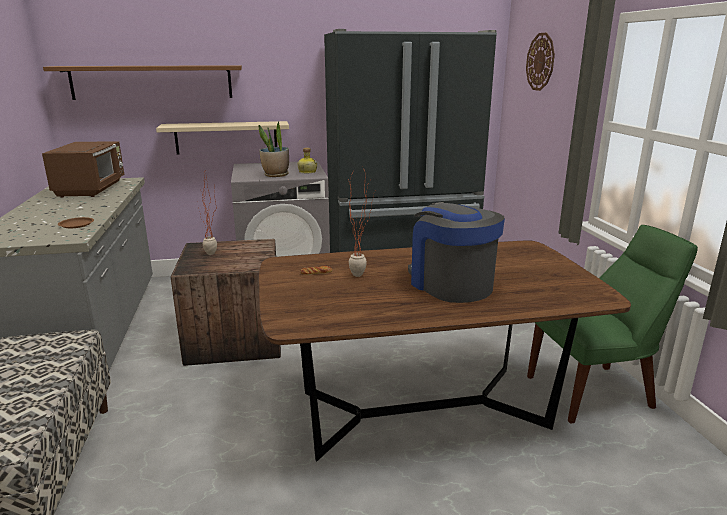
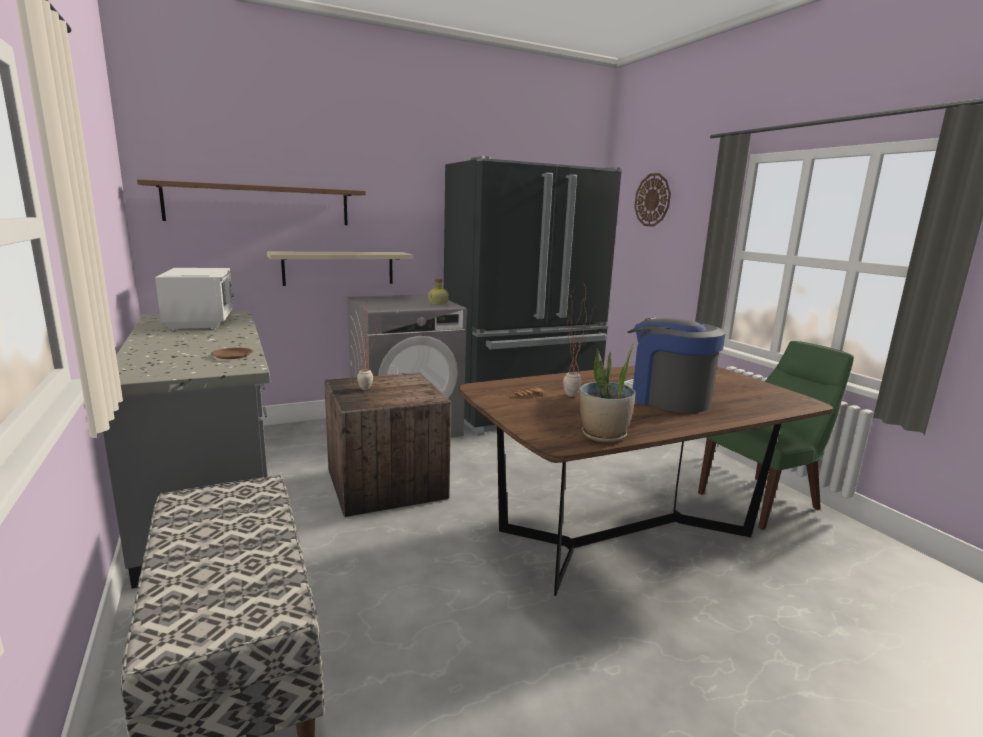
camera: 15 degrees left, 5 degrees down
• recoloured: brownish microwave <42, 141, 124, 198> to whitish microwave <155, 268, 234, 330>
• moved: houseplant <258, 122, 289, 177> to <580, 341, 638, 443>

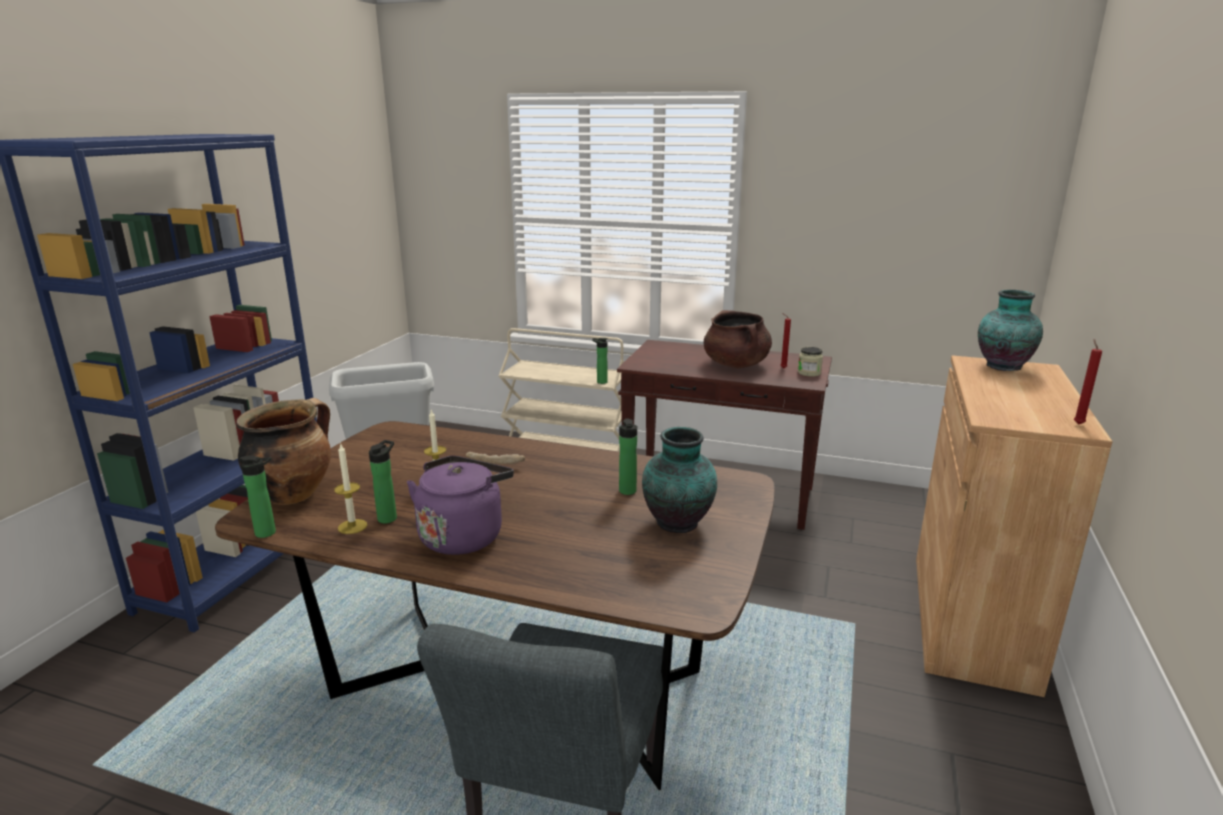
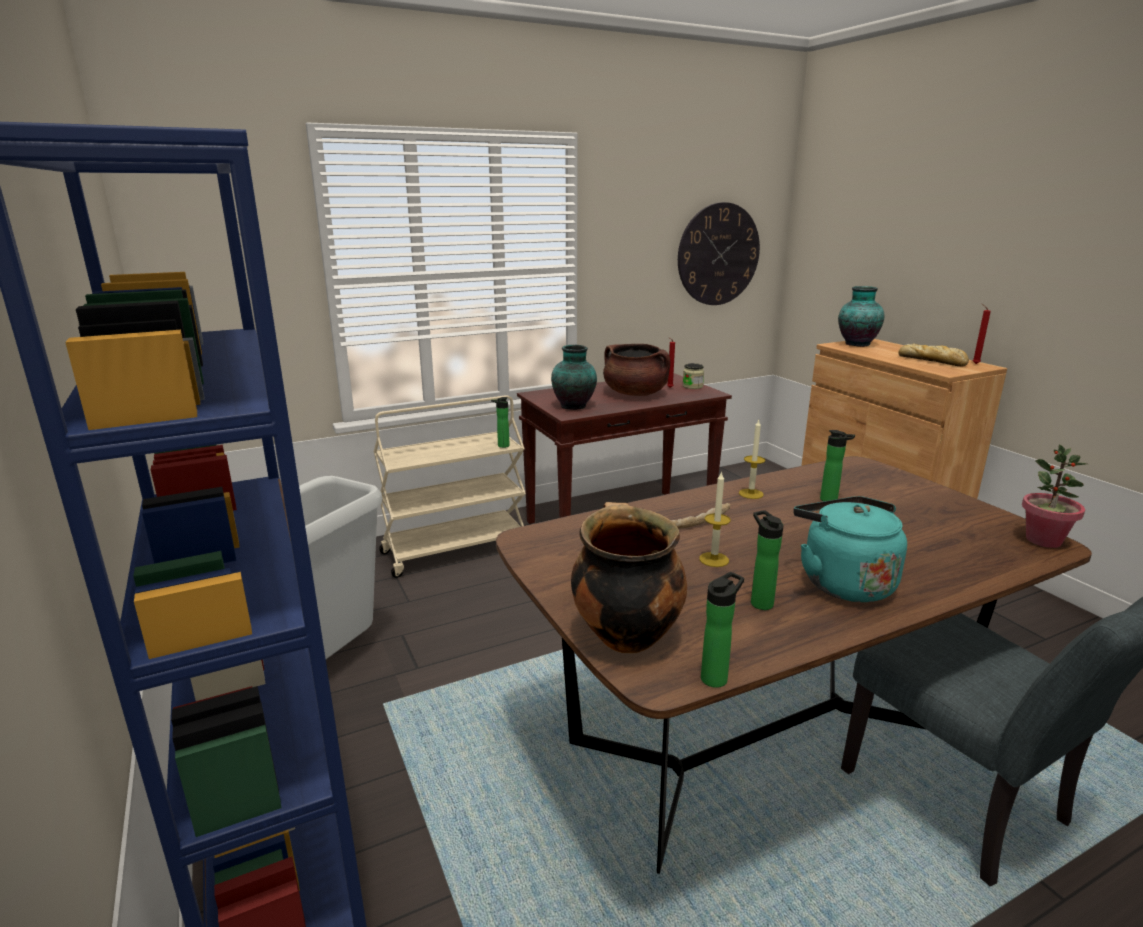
camera: 45 degrees left, 0 degrees up
• moved: vase <642, 427, 717, 533> to <551, 345, 597, 410>
• added: clock on the wall <678, 202, 760, 305>
• moved: wax light <334, 444, 367, 534> to <739, 420, 765, 499>
• recoloured: purple water kettle <407, 456, 514, 555> to turquoise water kettle <793, 496, 907, 602>
• added: baked bread <898, 344, 969, 366>
• added: houseplant <1022, 444, 1087, 548>

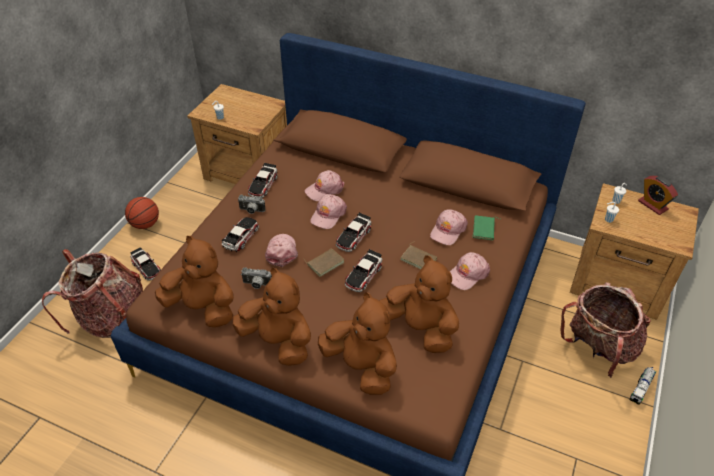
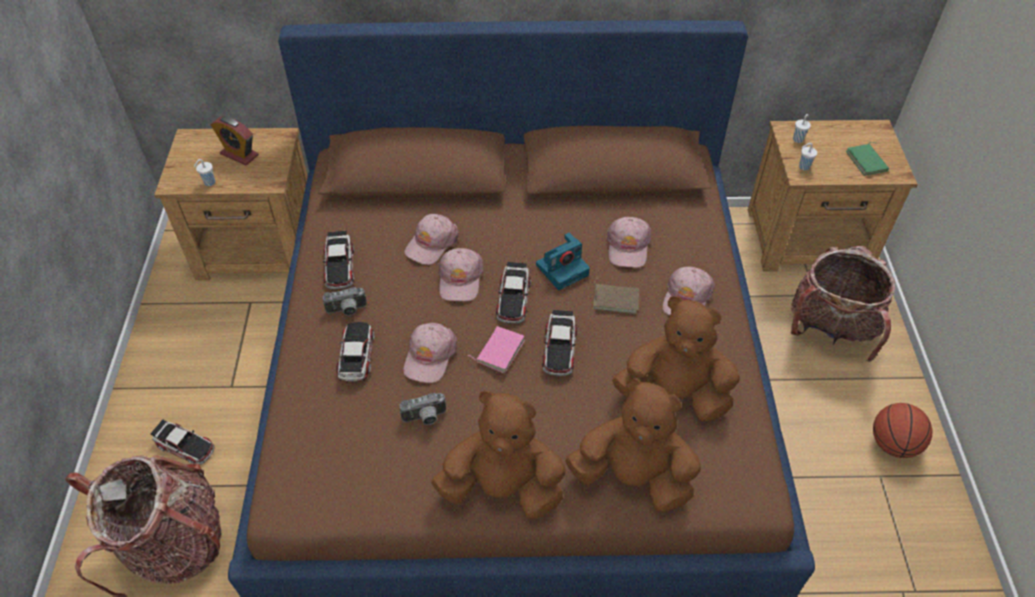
camera: 25 degrees left, 5 degrees up
• moved: alarm clock <638, 176, 678, 215> to <211, 116, 259, 166>
• turned: pink baseball cap <265, 234, 298, 267> = <403, 323, 457, 383> 135 degrees counterclockwise
• recoloured: brownish volume <303, 248, 344, 277> to pink volume <467, 326, 525, 373>
• added: photo camera <536, 232, 590, 290>
• moved: green volume <473, 215, 500, 240> to <846, 142, 889, 176>
• moved: ball for basketball <125, 197, 159, 229> to <873, 403, 933, 458>
• removed: brownish cuddly toy <155, 236, 234, 328>
• removed: model truck <630, 367, 656, 405>

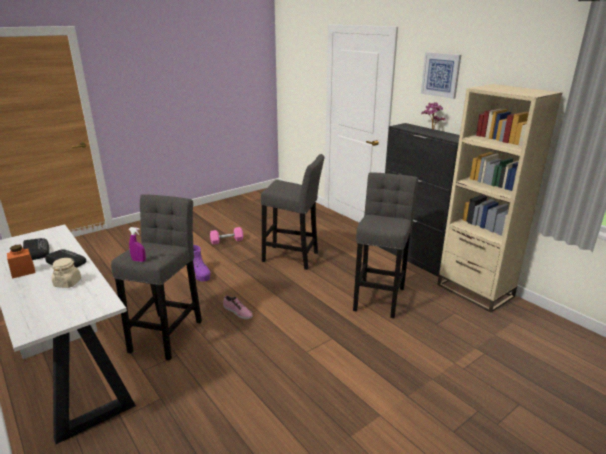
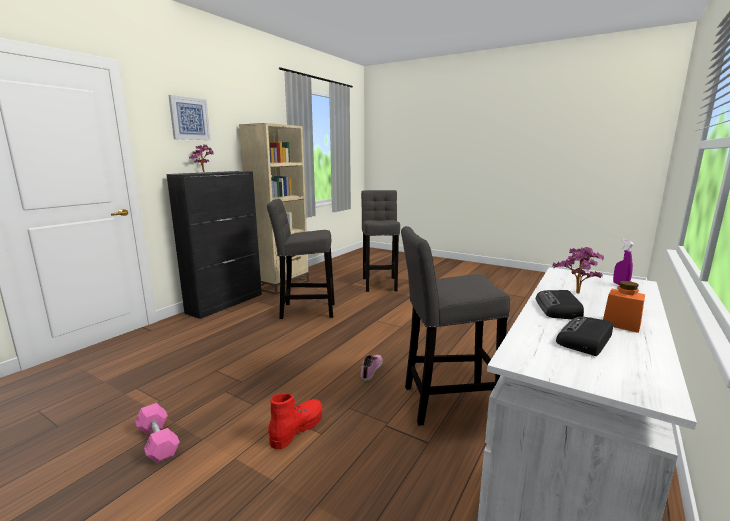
camera: 110 degrees left, 10 degrees down
• recoloured: purple boot <193, 245, 211, 281> to red boot <268, 393, 322, 449>
• moved: gray stool <261, 154, 324, 270> to <361, 190, 400, 292>
• replaced: beige-coloured storage jar <51, 258, 81, 288> to houseplant <552, 247, 604, 294>
• moved: purple spray bottle <129, 227, 146, 262> to <613, 240, 634, 286>

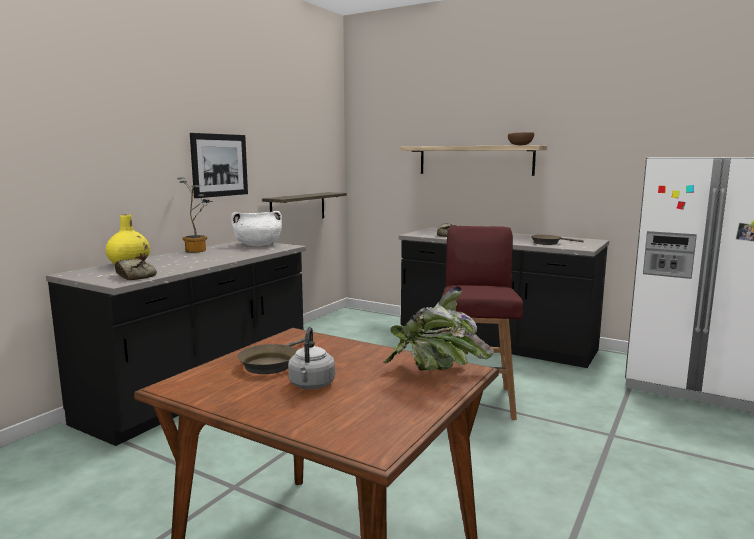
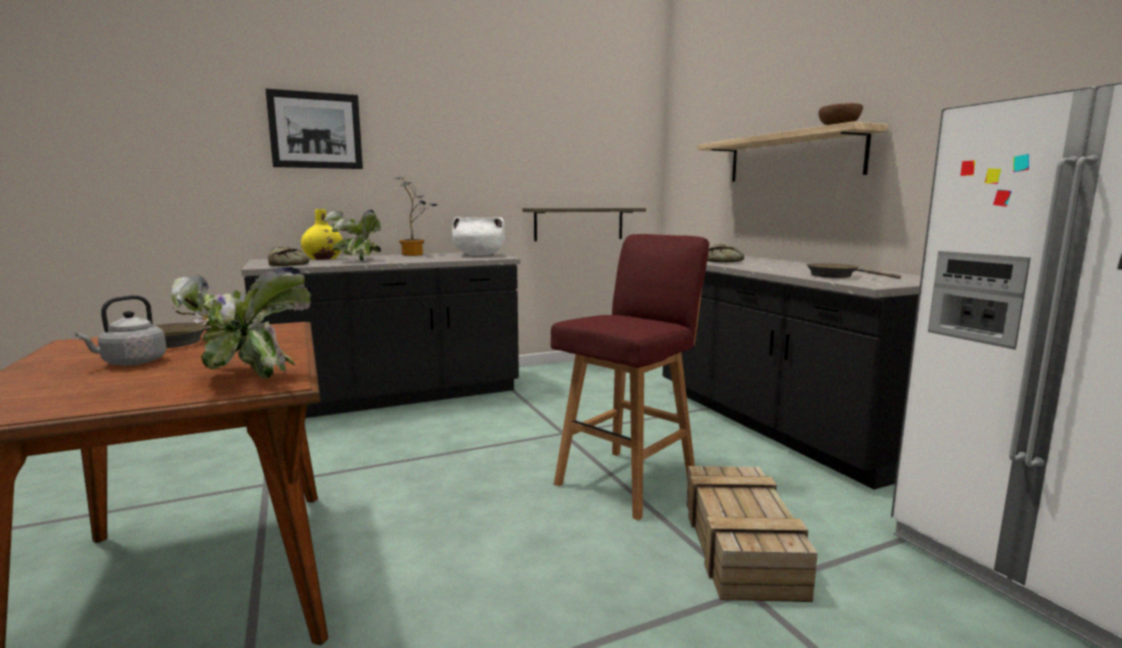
camera: 35 degrees right, 0 degrees up
• moved: picture <190, 133, 248, 198> to <265, 88, 363, 169>
• added: houseplant <324, 210, 381, 262>
• added: packing crate <687, 466, 818, 602>

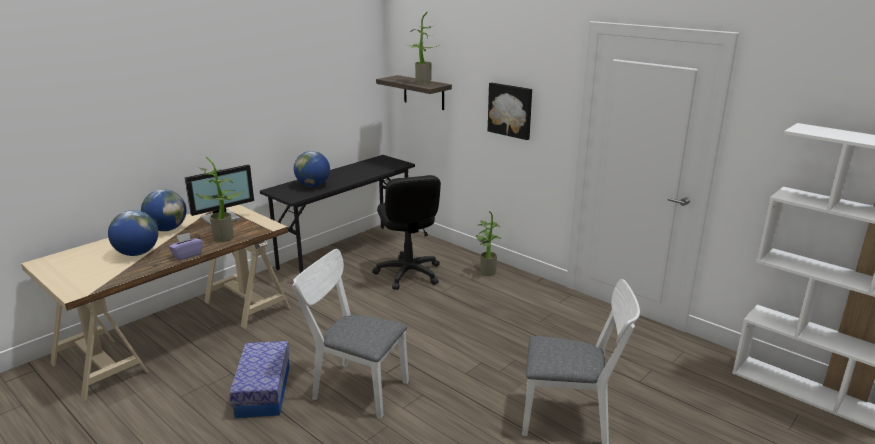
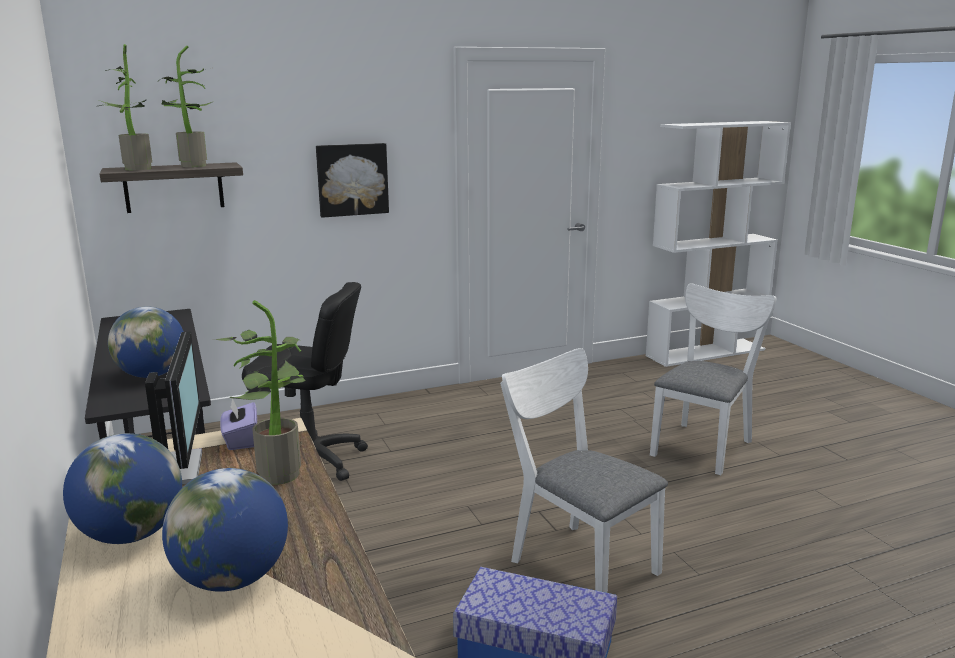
camera: 65 degrees left, 5 degrees down
• moved: houseplant <476, 211, 501, 276> to <99, 44, 152, 170>
• moved: purple tissue box <168, 233, 203, 260> to <220, 398, 257, 450>
• turned: whitish plain chair <293, 249, 409, 418> = <500, 348, 668, 593> 90 degrees clockwise

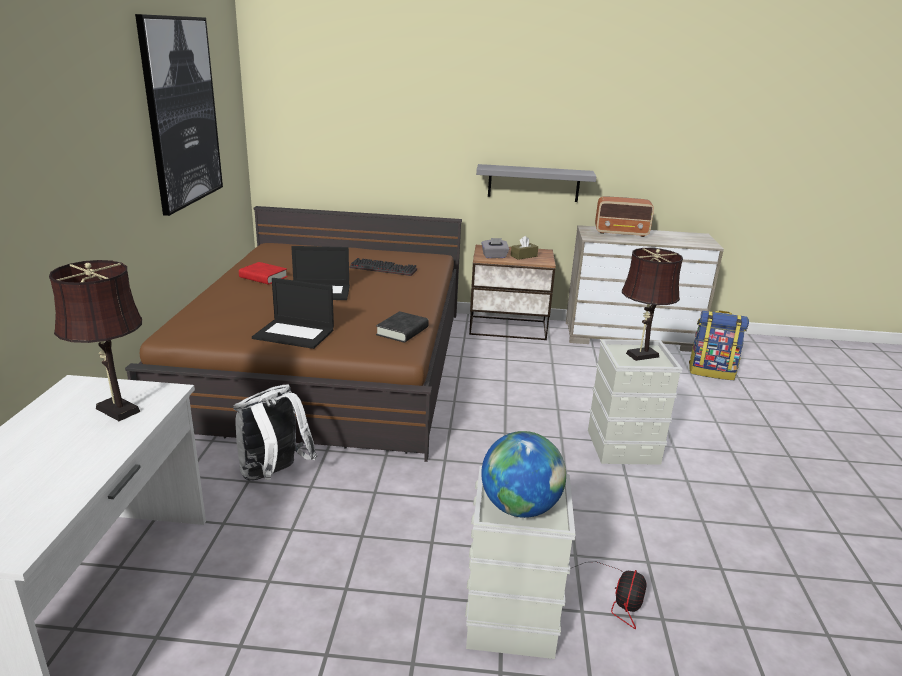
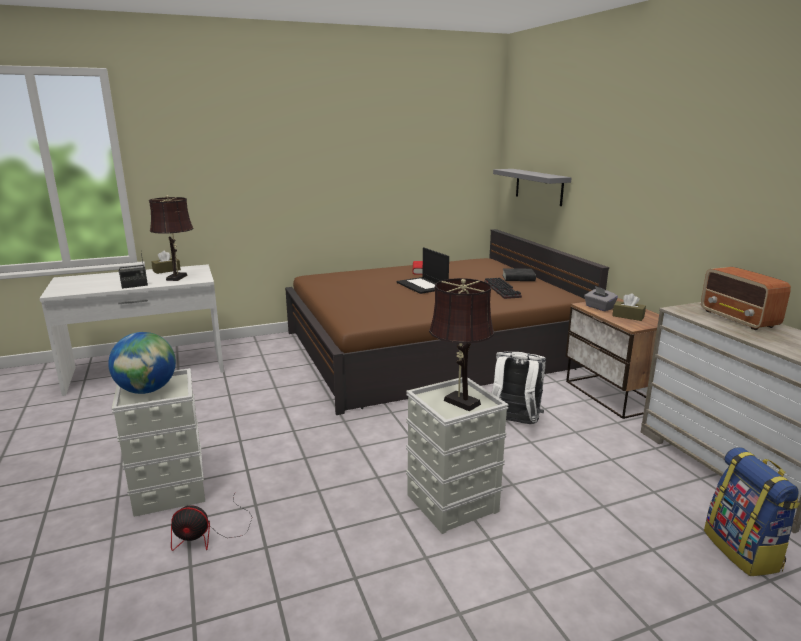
camera: 65 degrees right, 5 degrees down
• added: radio set <119, 253, 148, 289>
• added: brownish tissue box <151, 251, 181, 274>
• moved: whitish rucksack <233, 385, 317, 481> to <492, 352, 546, 424>
• moved: gray shelf <476, 164, 597, 202> to <493, 169, 572, 206>
• moved: black volume <376, 311, 429, 343> to <502, 268, 536, 281>
• removed: picture <135, 14, 223, 216>
• removed: notebook computer <252, 278, 334, 349>

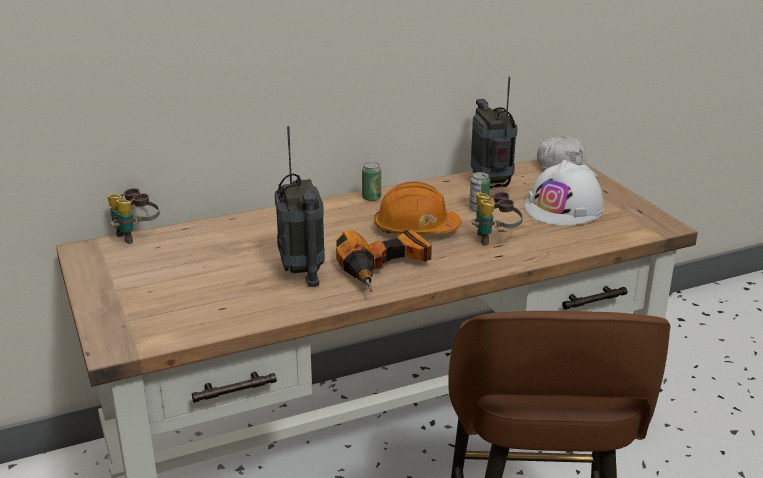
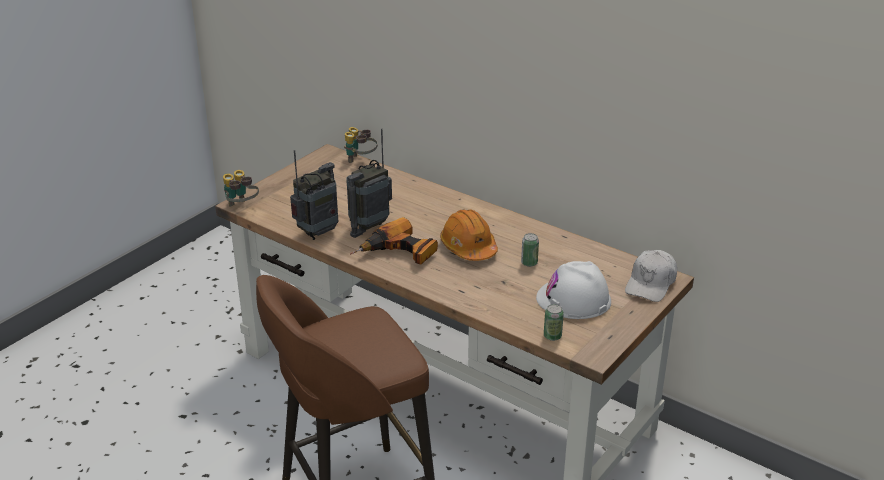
camera: 60 degrees right, 5 degrees up
• moved: pair of binoculars <471, 192, 523, 245> to <223, 170, 259, 207>
• moved: radio set <471, 76, 518, 189> to <290, 150, 338, 240>
• moved: can <362, 162, 381, 201> to <544, 304, 564, 341>

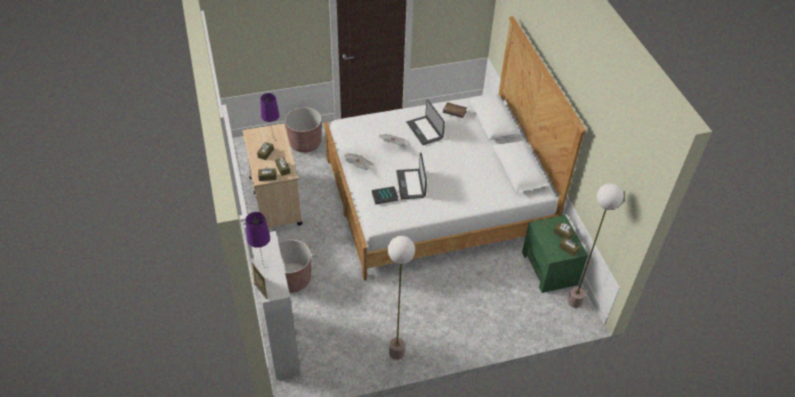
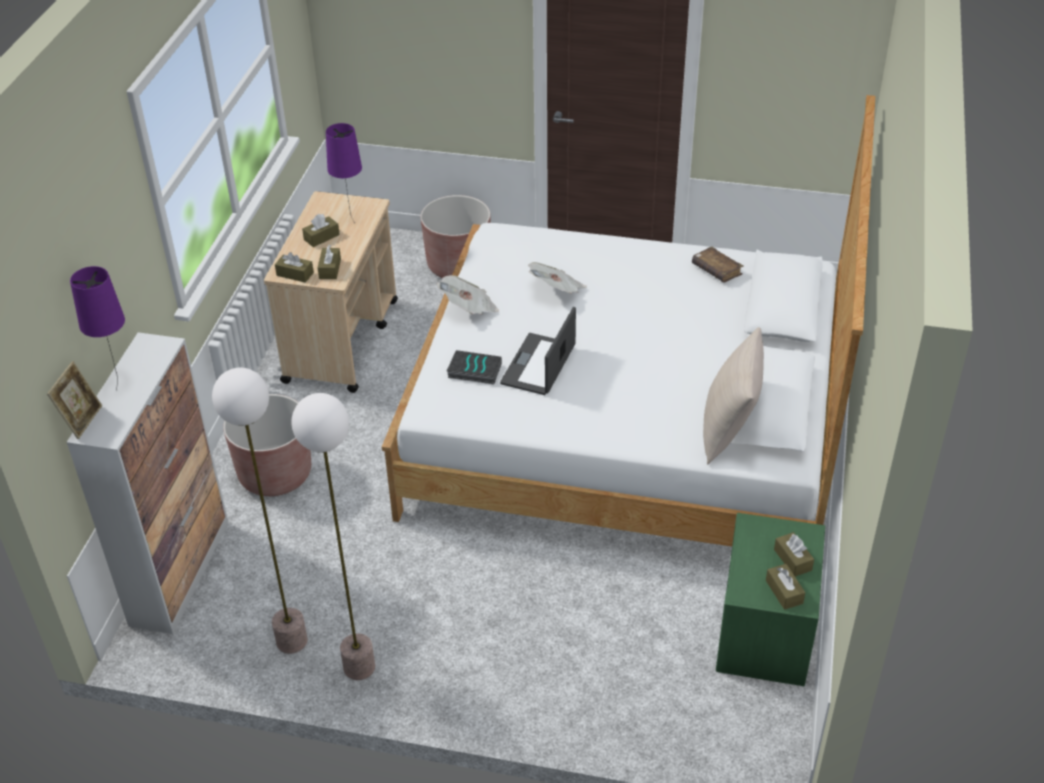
camera: 30 degrees right, 5 degrees down
• moved: floor lamp <568, 183, 623, 308> to <212, 368, 308, 654>
• added: beige-coloured cushion <703, 327, 764, 464>
• removed: notebook computer <406, 99, 445, 145>

